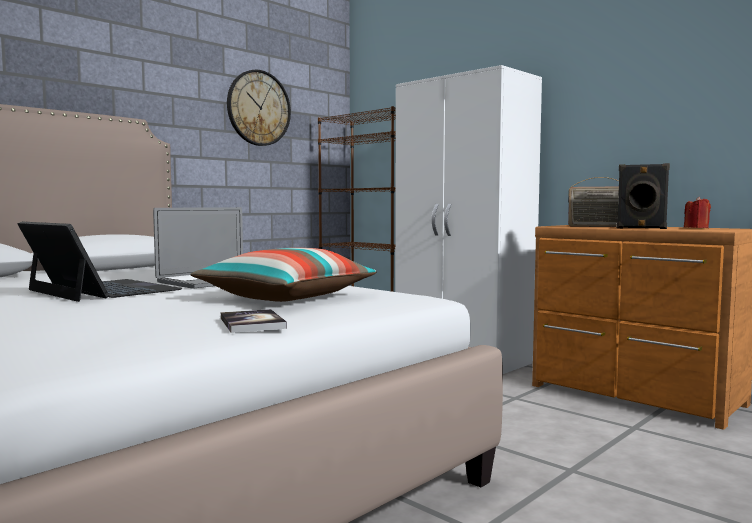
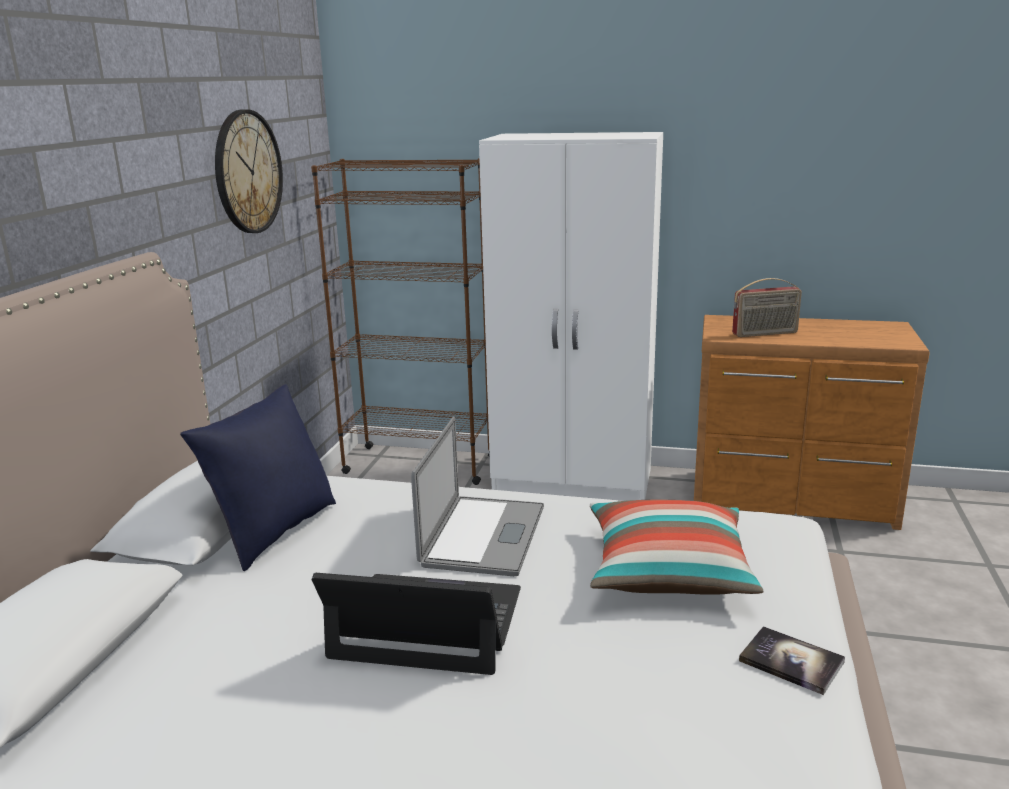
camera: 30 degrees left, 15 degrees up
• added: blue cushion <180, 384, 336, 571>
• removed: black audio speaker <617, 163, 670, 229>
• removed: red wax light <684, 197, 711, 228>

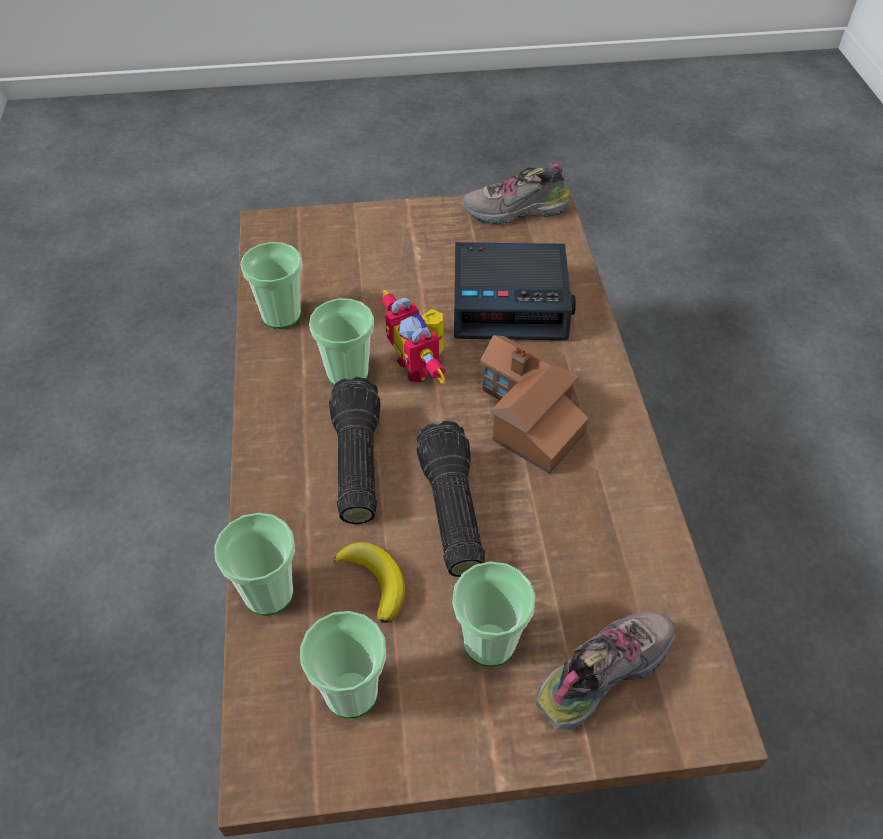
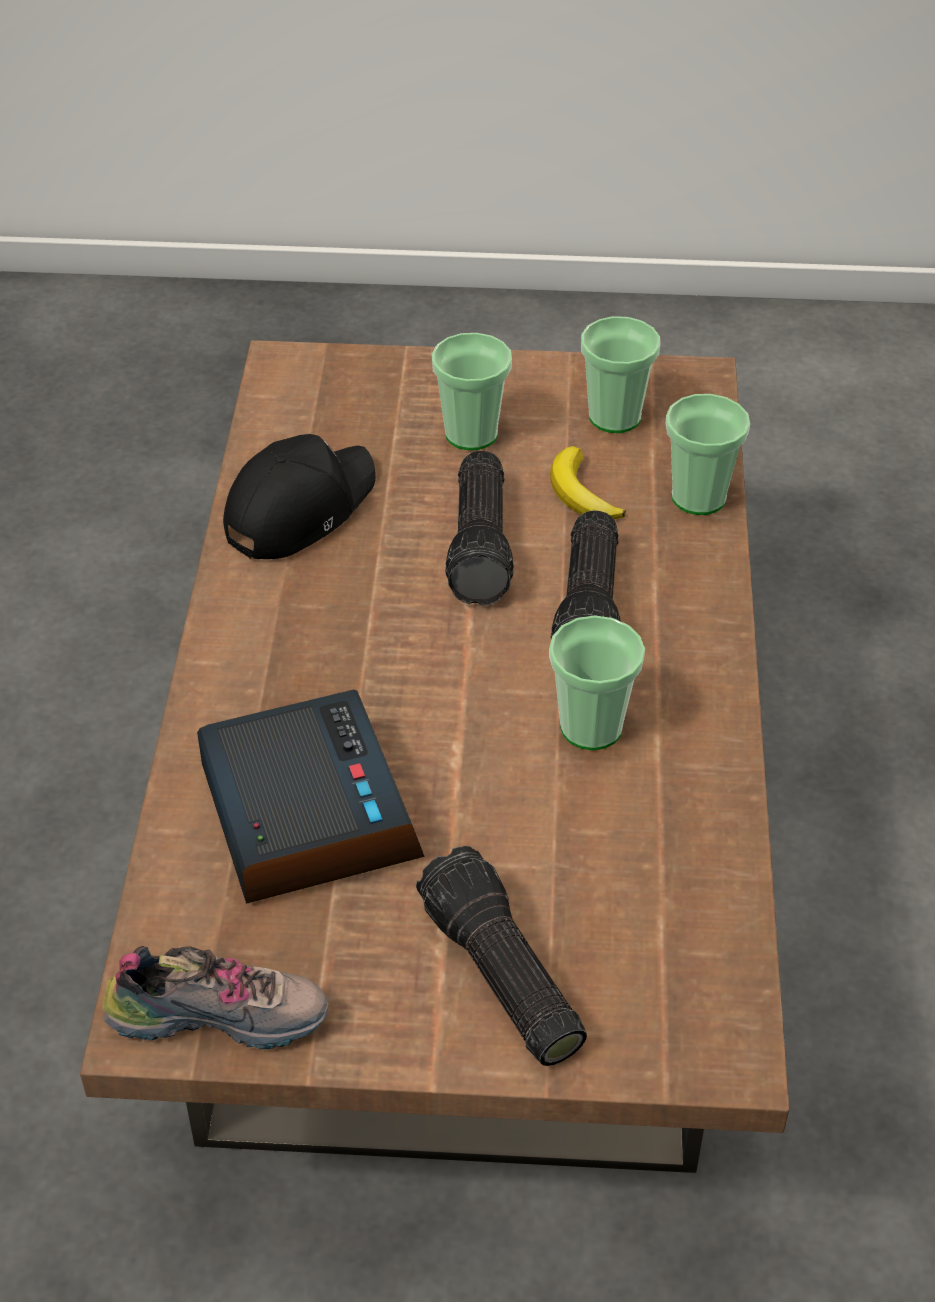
camera: 170 degrees left, 5 degrees down
• turned: alarm clock <454, 242, 576, 340> = <197, 689, 425, 904> 60 degrees clockwise
• added: black baseball cap <223, 434, 376, 559>
• added: flashlight <416, 846, 587, 1066>
• removed: drinking cup <240, 242, 302, 329>
• removed: robot figure <382, 290, 445, 383>
• removed: miniature house <480, 335, 589, 474>
• removed: low shoe <535, 611, 675, 731>

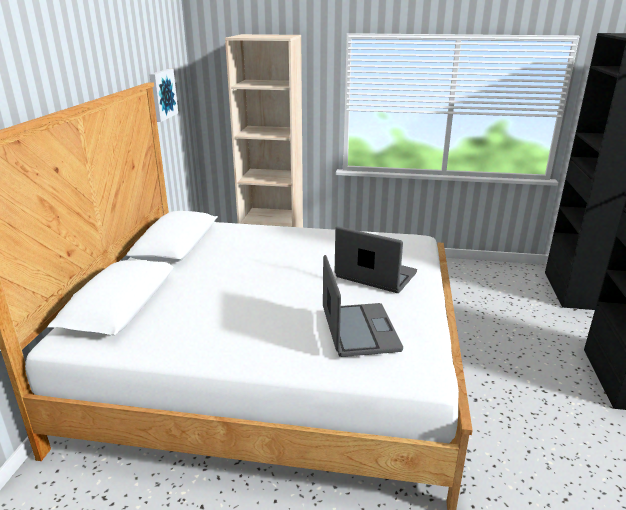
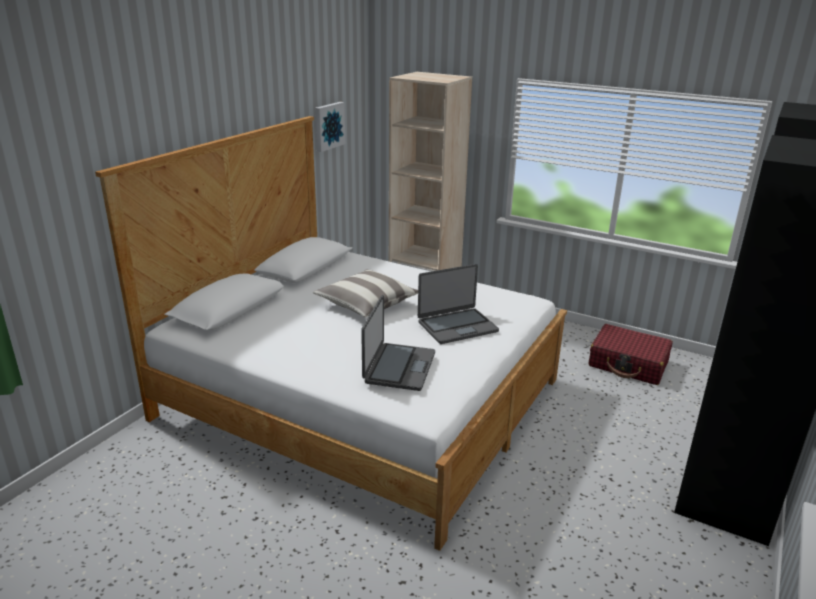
camera: 20 degrees right, 0 degrees up
• added: cushion <313, 269, 418, 317>
• turned: notebook computer <335, 226, 417, 293> = <418, 264, 499, 344> 105 degrees clockwise
• added: red travel case <588, 324, 673, 385>

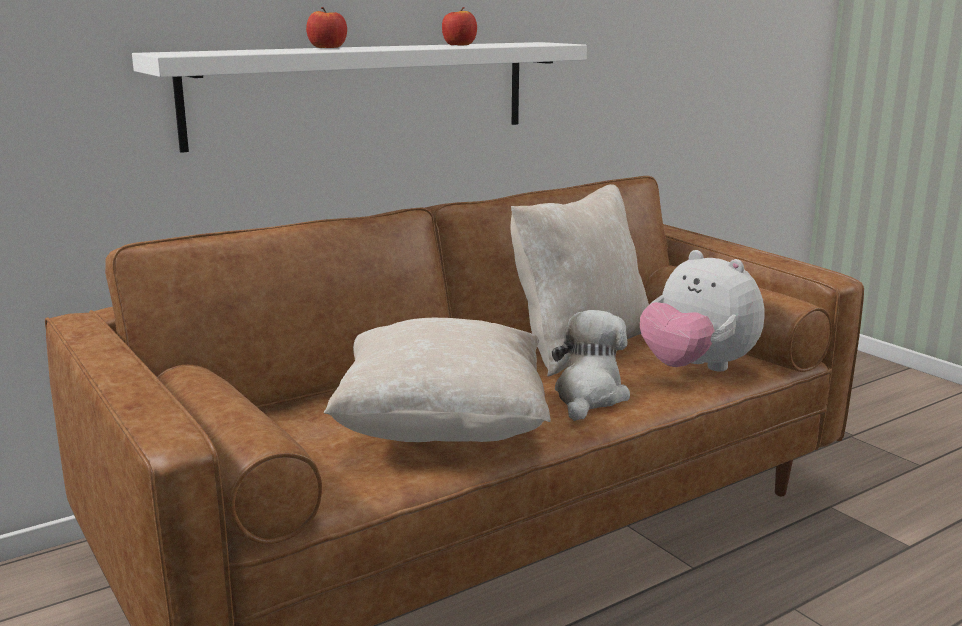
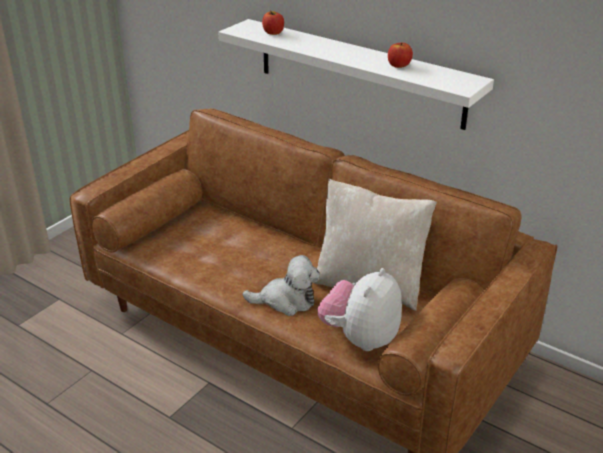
camera: 70 degrees right, 15 degrees up
• moved: whole apple <306, 7, 347, 48> to <262, 10, 284, 35>
• removed: beige-coloured cushion <324, 318, 551, 442>

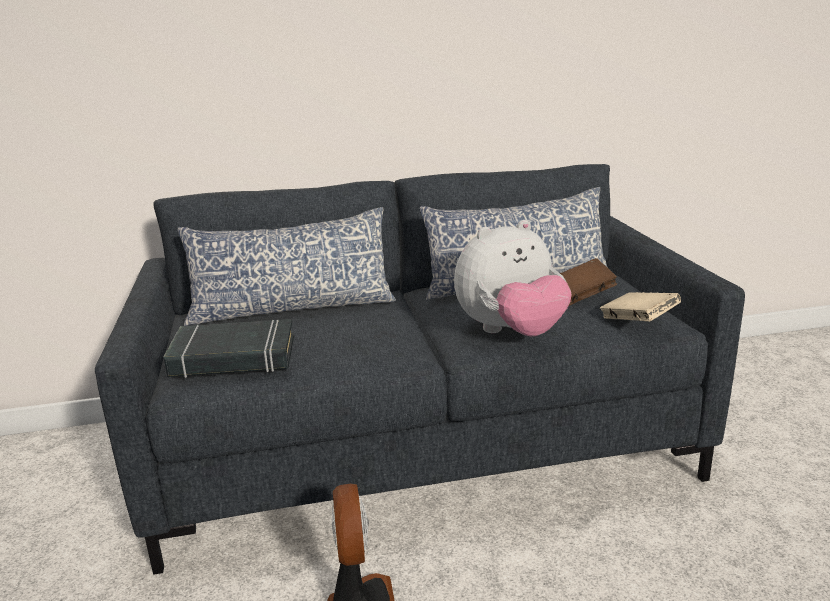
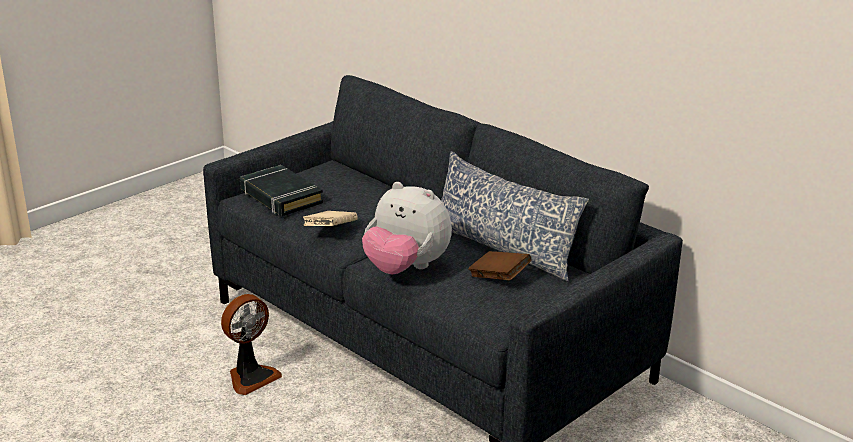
camera: 55 degrees right, 5 degrees up
• moved: beige-coloured volume <600, 292, 681, 322> to <303, 211, 358, 226>
• removed: cushion <178, 207, 396, 326>

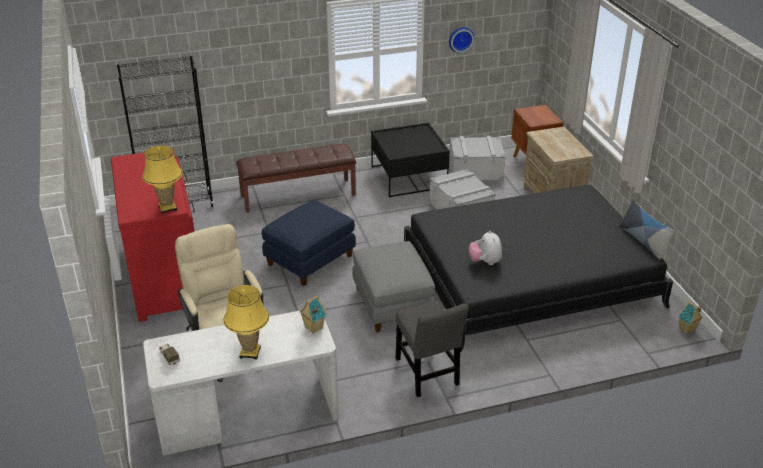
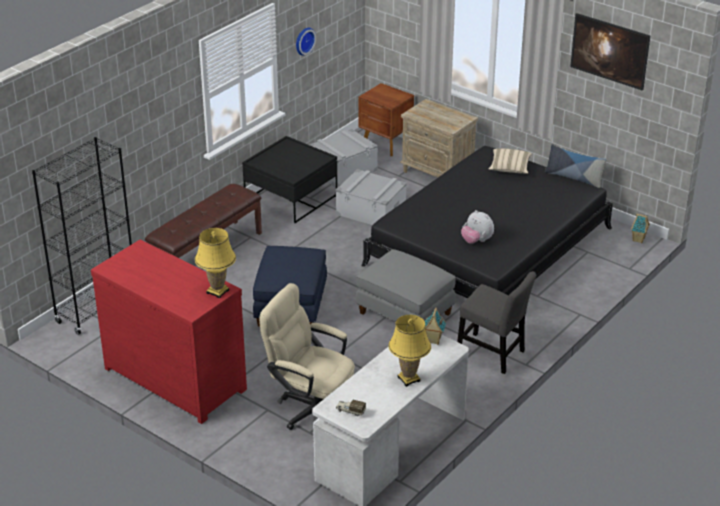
camera: 35 degrees left, 0 degrees up
• added: beige-coloured cushion <488, 148, 532, 174>
• added: picture <570, 13, 650, 90>

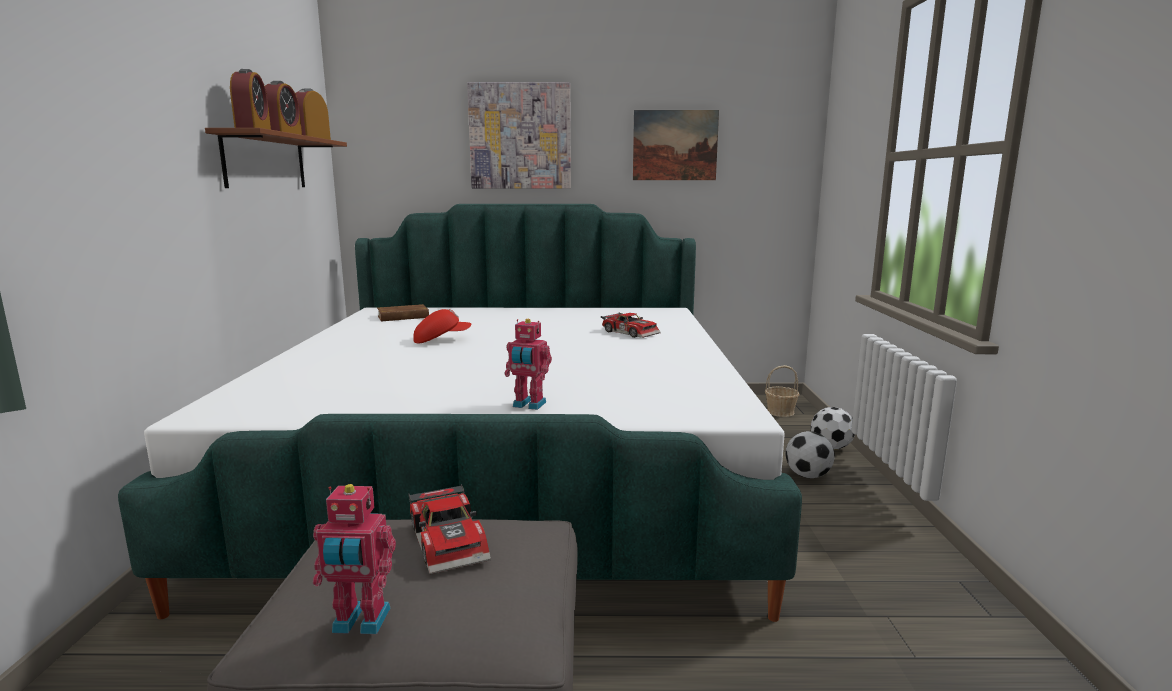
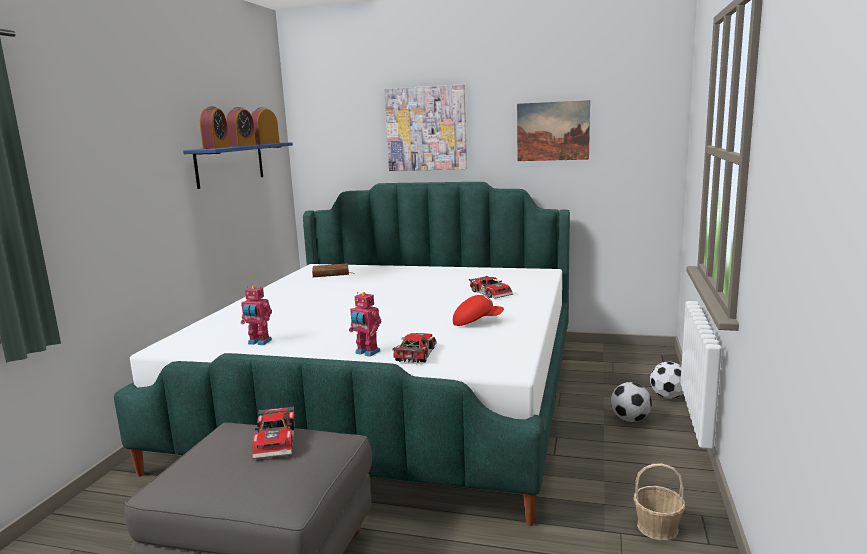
camera: 15 degrees right, 0 degrees up
• recoloured: brownish shelf <205, 128, 347, 188> to blue shelf <183, 142, 293, 189>
• moved: robot figure <313, 484, 396, 634> to <241, 286, 272, 345>
• added: miniature car <392, 333, 437, 363>
• moved: red baseball cap <413, 309, 472, 343> to <453, 295, 504, 326>
• moved: household basket <765, 365, 800, 417> to <633, 463, 685, 540>

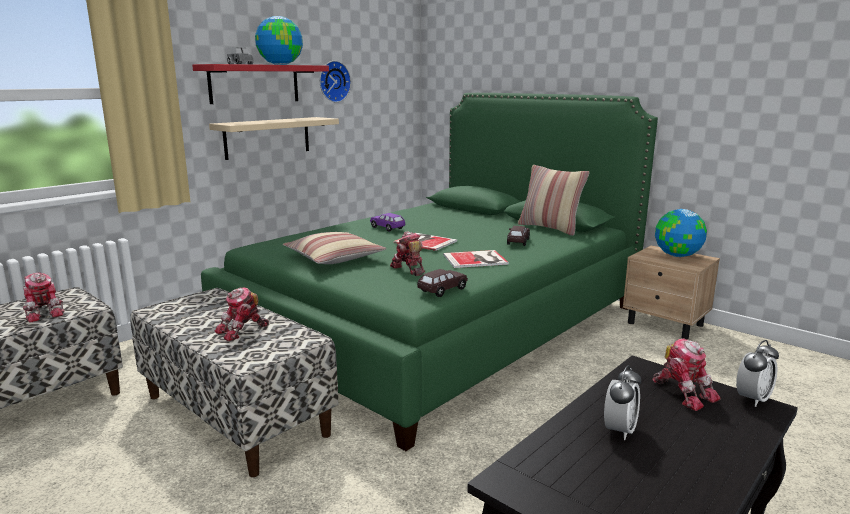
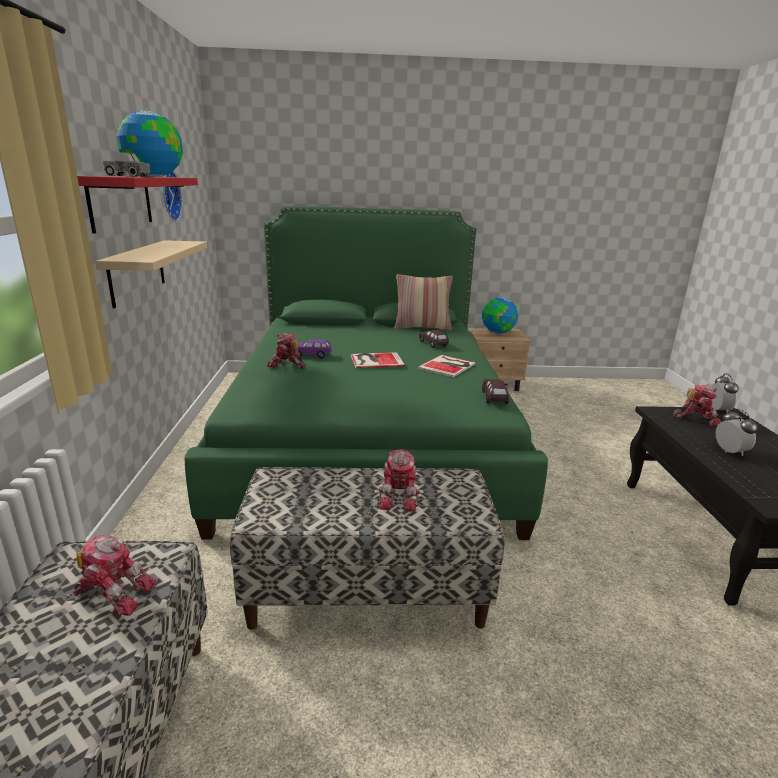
camera: 45 degrees left, 5 degrees up
• moved: robot figure <390, 231, 425, 276> to <267, 333, 306, 369>
• removed: cushion <283, 232, 387, 264>

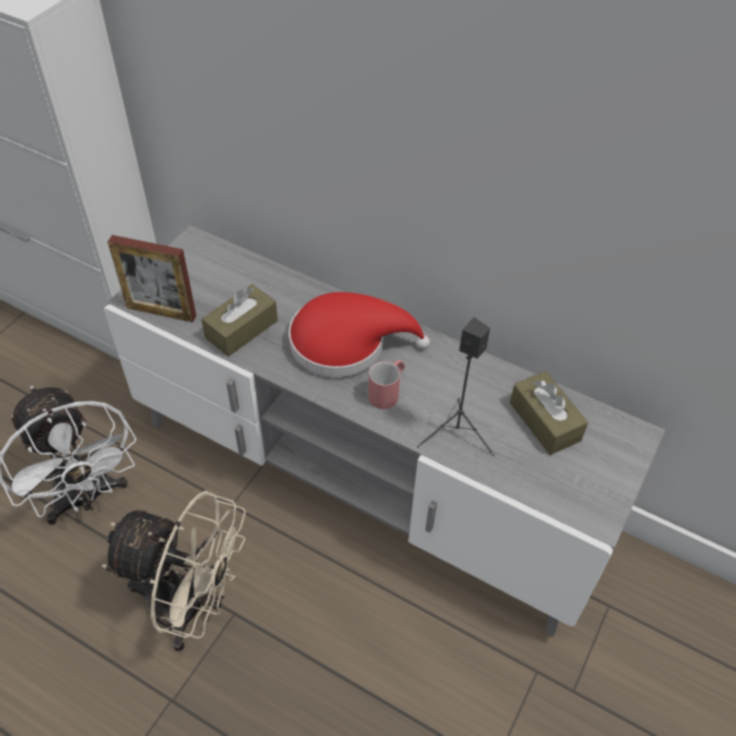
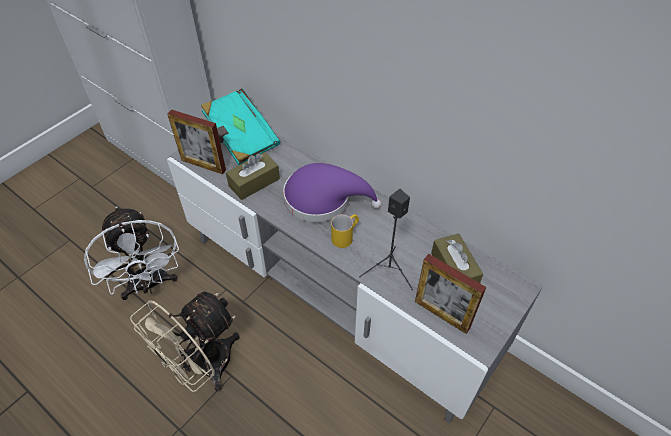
camera: 10 degrees right, 0 degrees up
• turned: beige-coloured cooling fan <102, 491, 246, 652> = <130, 292, 240, 392> 105 degrees clockwise
• added: turquoise volume <201, 88, 281, 165>
• recoloured: red clothing hat <289, 292, 430, 377> to purple clothing hat <283, 163, 382, 222>
• recoloured: red mug <368, 360, 405, 409> to yellow mug <331, 214, 359, 248>
• added: photo frame <415, 254, 486, 334>

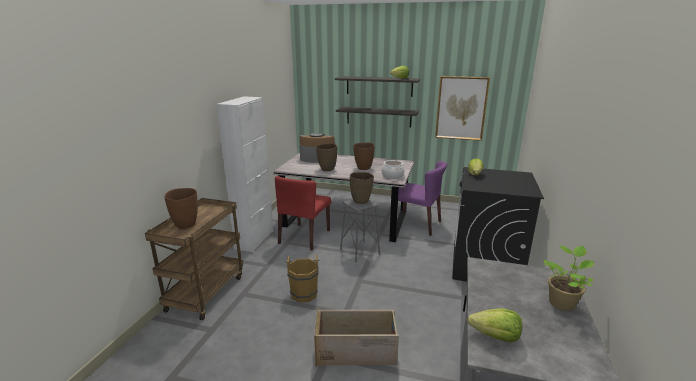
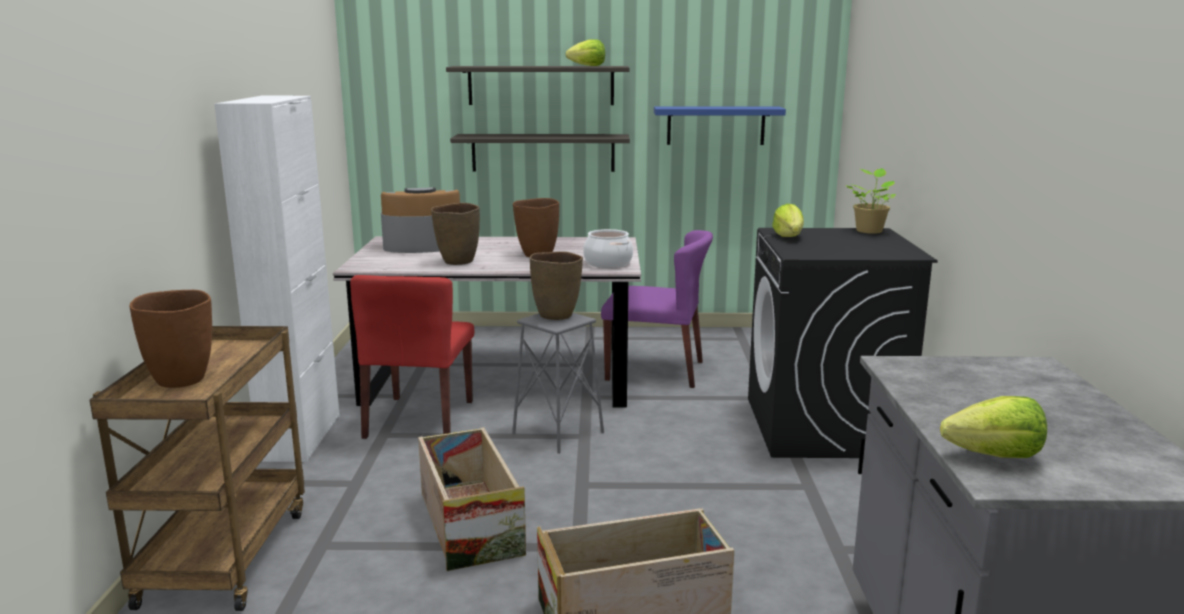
camera: 15 degrees left, 5 degrees down
• replaced: brownish water bucket <286, 255, 320, 303> to packing crate <418, 427, 526, 571>
• replaced: picture <435, 76, 490, 141> to blue shelf <654, 106, 786, 145>
• moved: houseplant <543, 245, 594, 311> to <846, 168, 896, 234>

